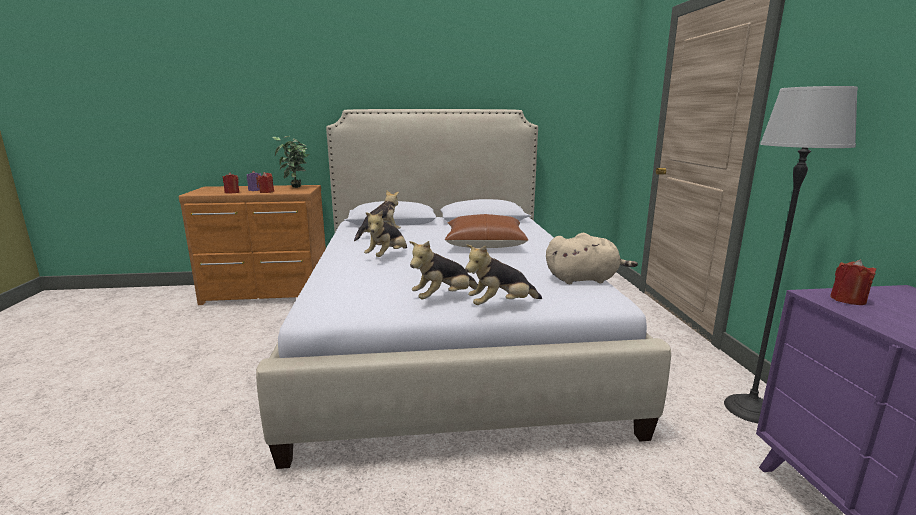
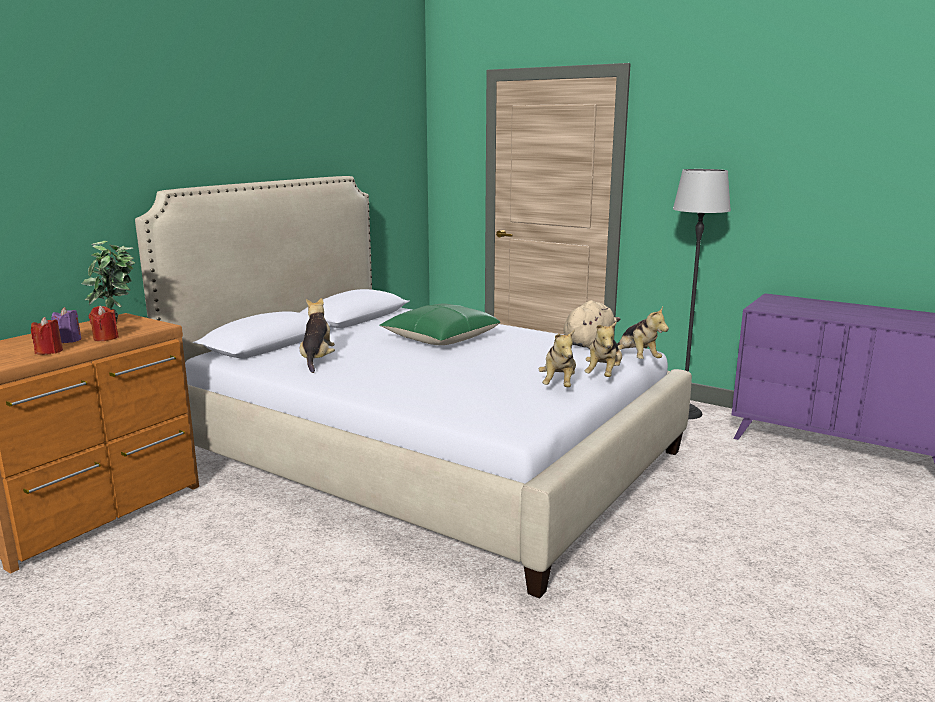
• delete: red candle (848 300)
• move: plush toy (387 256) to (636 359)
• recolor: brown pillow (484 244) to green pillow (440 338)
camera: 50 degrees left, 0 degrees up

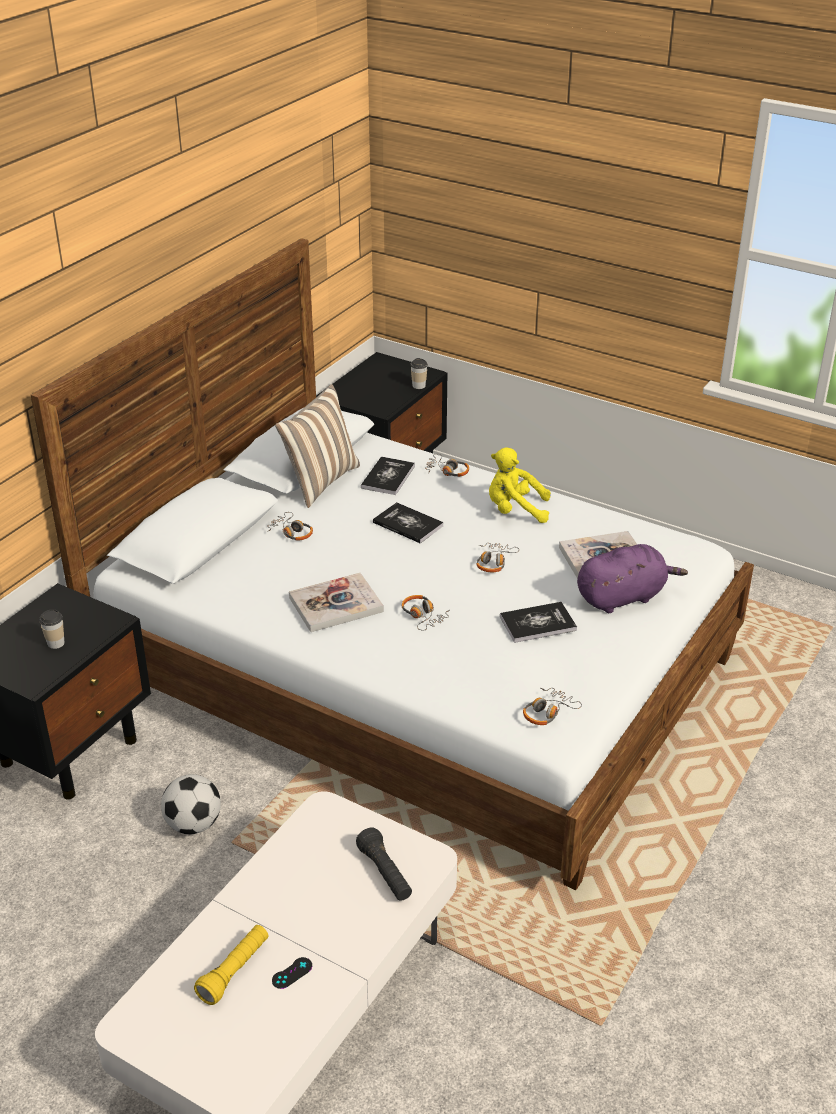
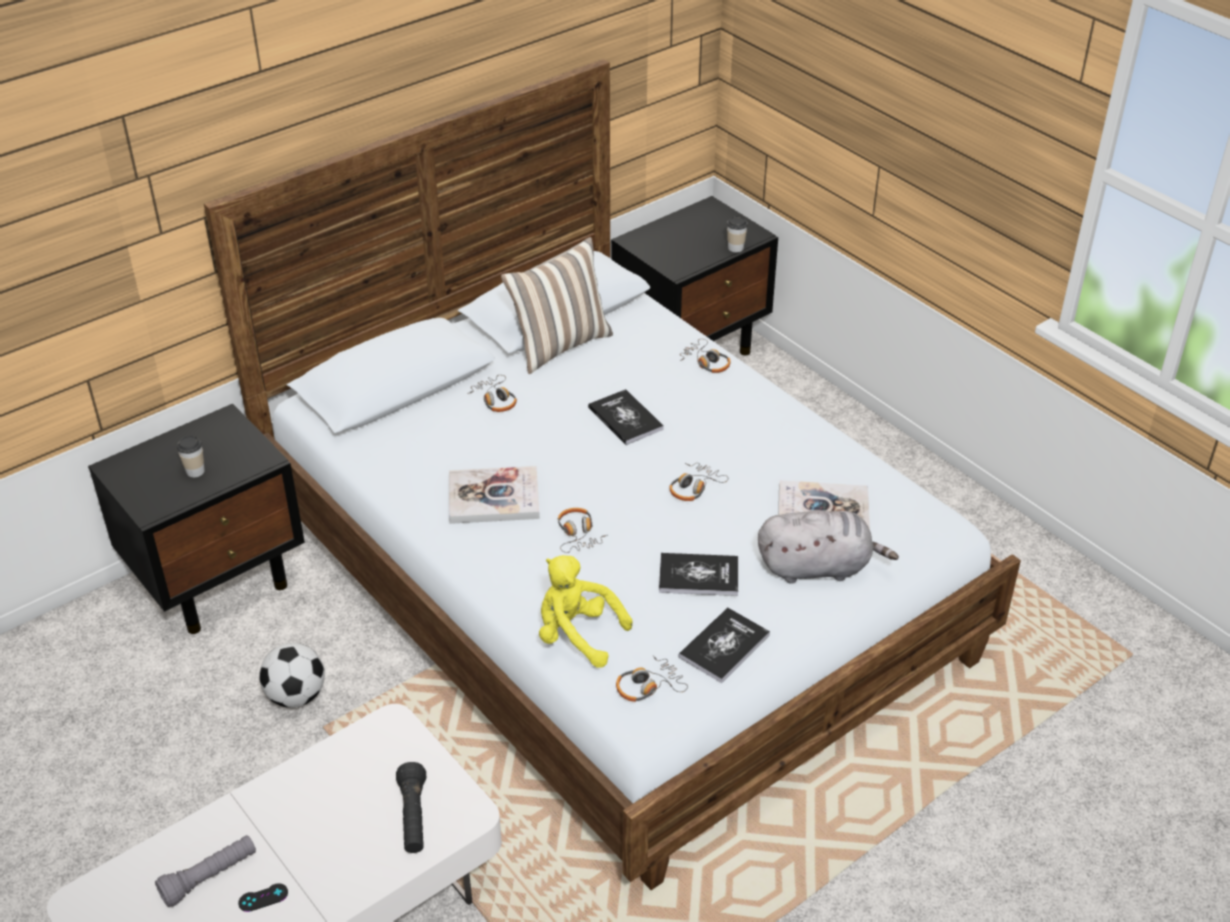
• move: book (388 477) to (724 646)
• move: yellow plush toy (515 510) to (577 635)
• recolor: yellow flashlight (234 971) to grey flashlight (209 877)
• recolor: purple plush toy (623 597) to grey plush toy (818 567)
camera: 20 degrees right, 5 degrees up

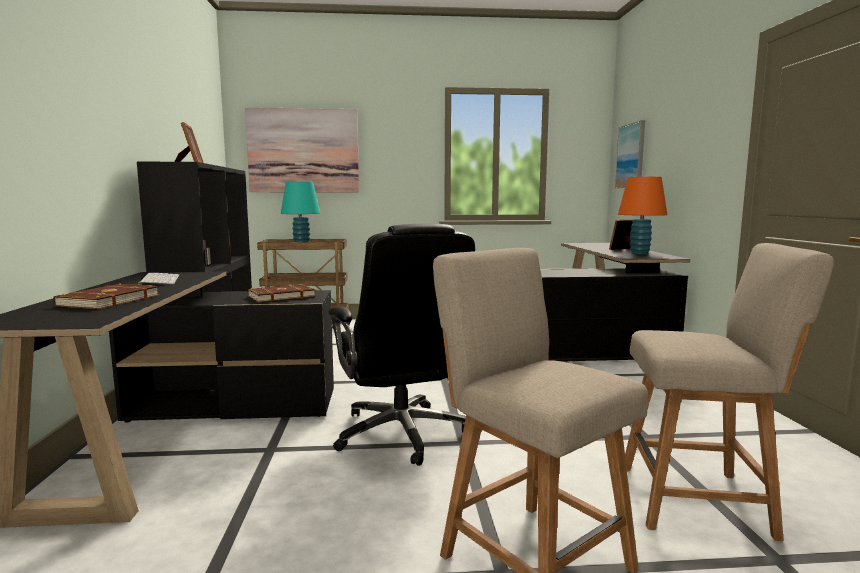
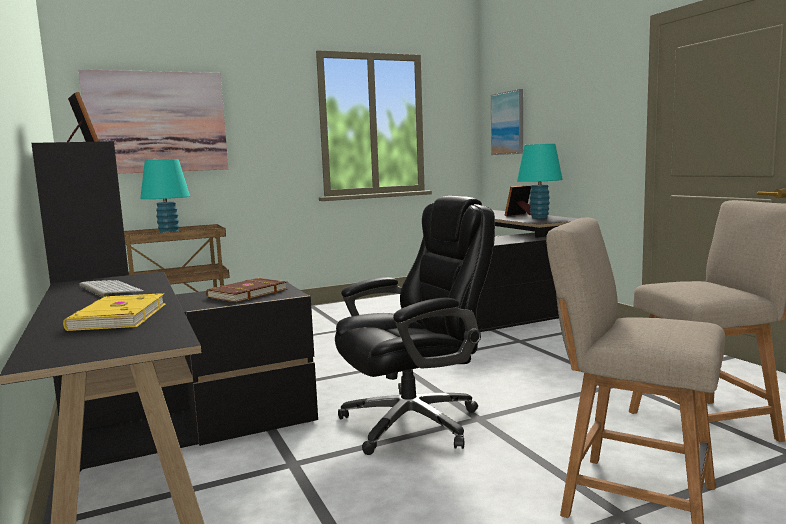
• recolor: brown book (107 300) to yellow book (116 317)
• recolor: orange table lamp (639 253) to turquoise table lamp (539 217)
• rotate: black office chair (402 434) = (414 422) 75 degrees counterclockwise
camera: 20 degrees left, 0 degrees up

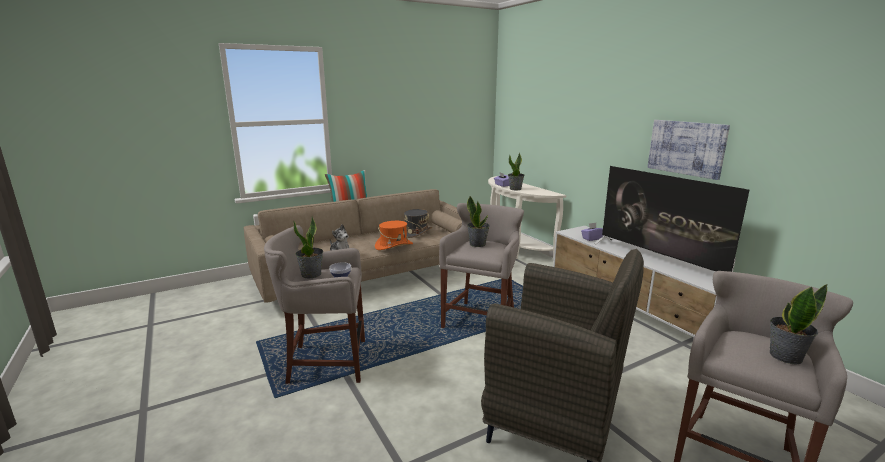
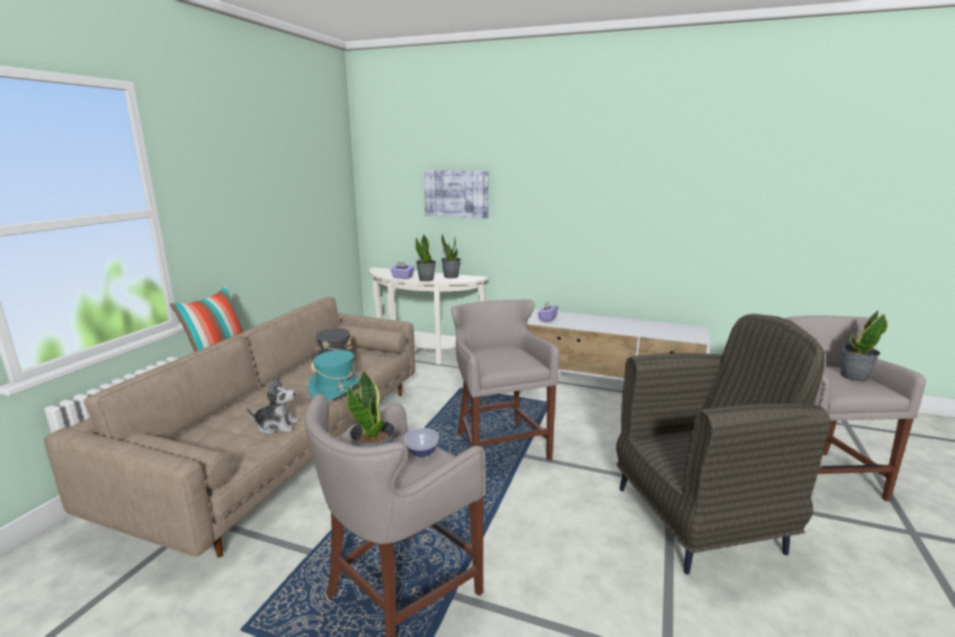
• delete: television (659 260)
• move: potted plant (477 244) to (451 276)
• move: picture (686 148) to (456 193)
• recolor: orange hat (394 246) to turquoise hat (336 389)
camera: 40 degrees left, 0 degrees up

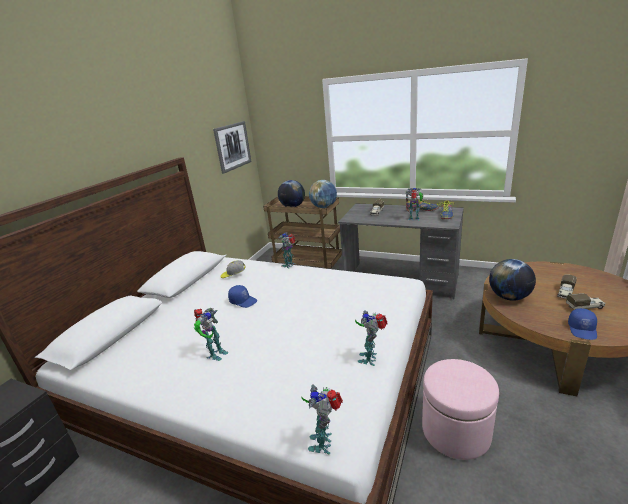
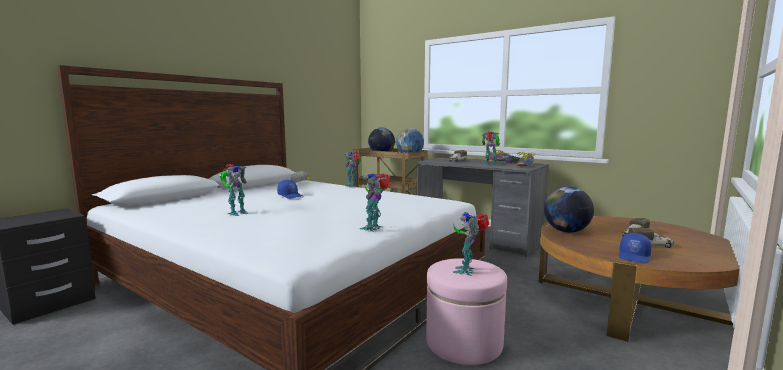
• delete: picture (232 146)
• move: toy robot (324 442) to (467 270)
camera: 10 degrees right, 15 degrees down

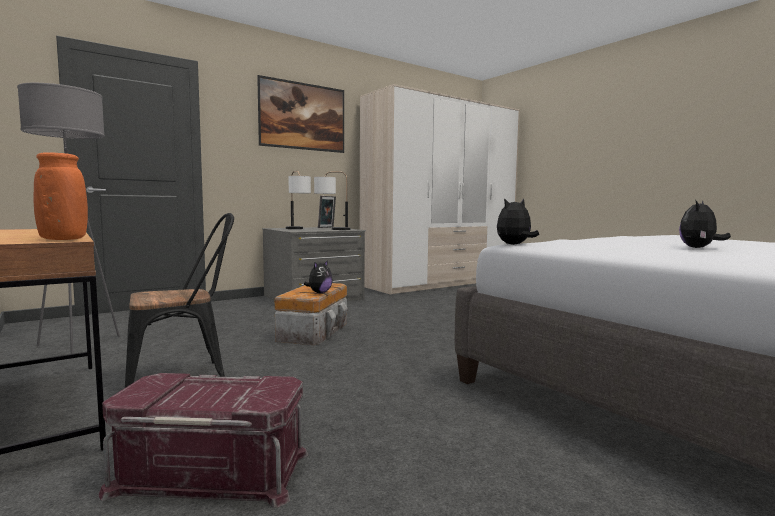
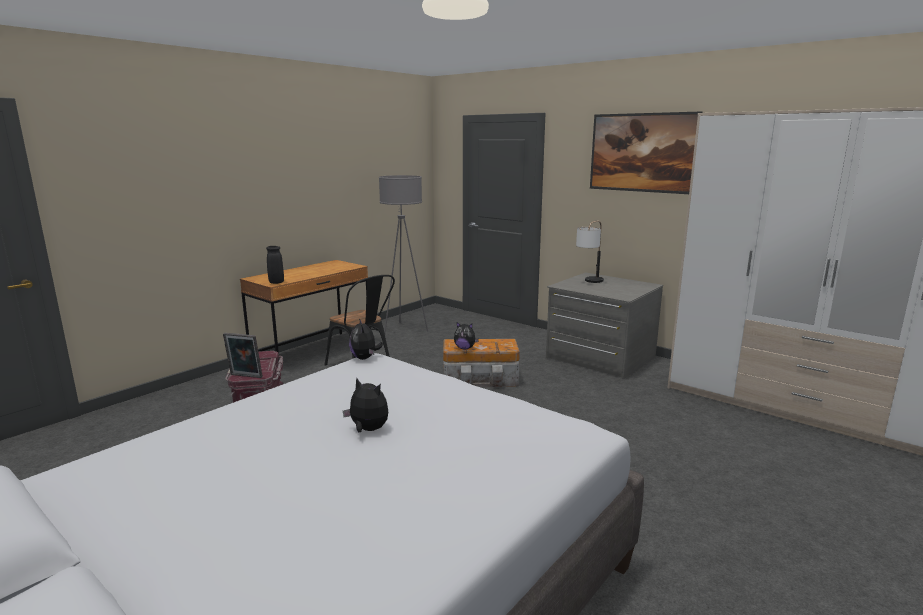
• delete: table lamp (331 229)
• move: picture frame (327 227) to (245 376)
• recolor: orange vase (63 239) to black vase (276 282)
• rotate: plush toy (514 244) = (365 358) 150 degrees counterclockwise
camera: 75 degrees right, 10 degrees up

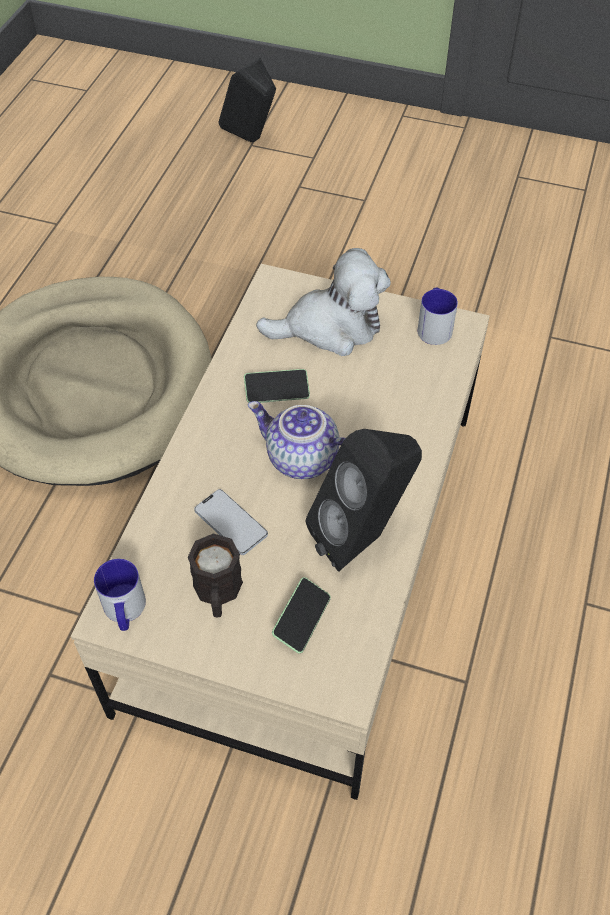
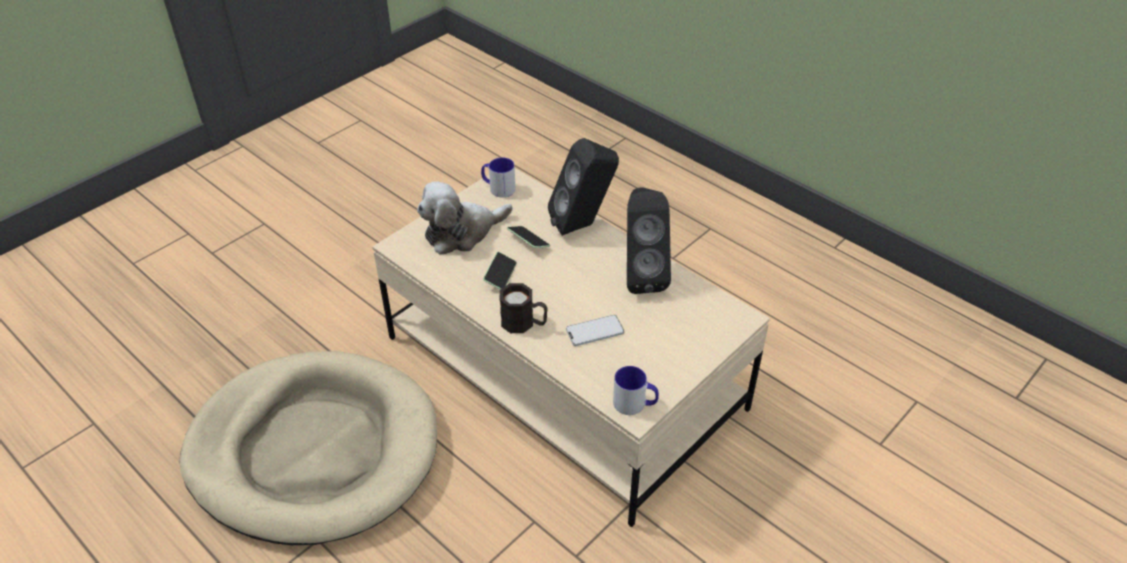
• delete: teapot (301 460)
• move: black mug (218 593) to (524 323)
• move: black speaker (252 140) to (583 225)
• move: phone (301 619) to (528 242)
• rotate: plush toy (330 327) = (462 232) 135 degrees counterclockwise
camera: 65 degrees left, 10 degrees down

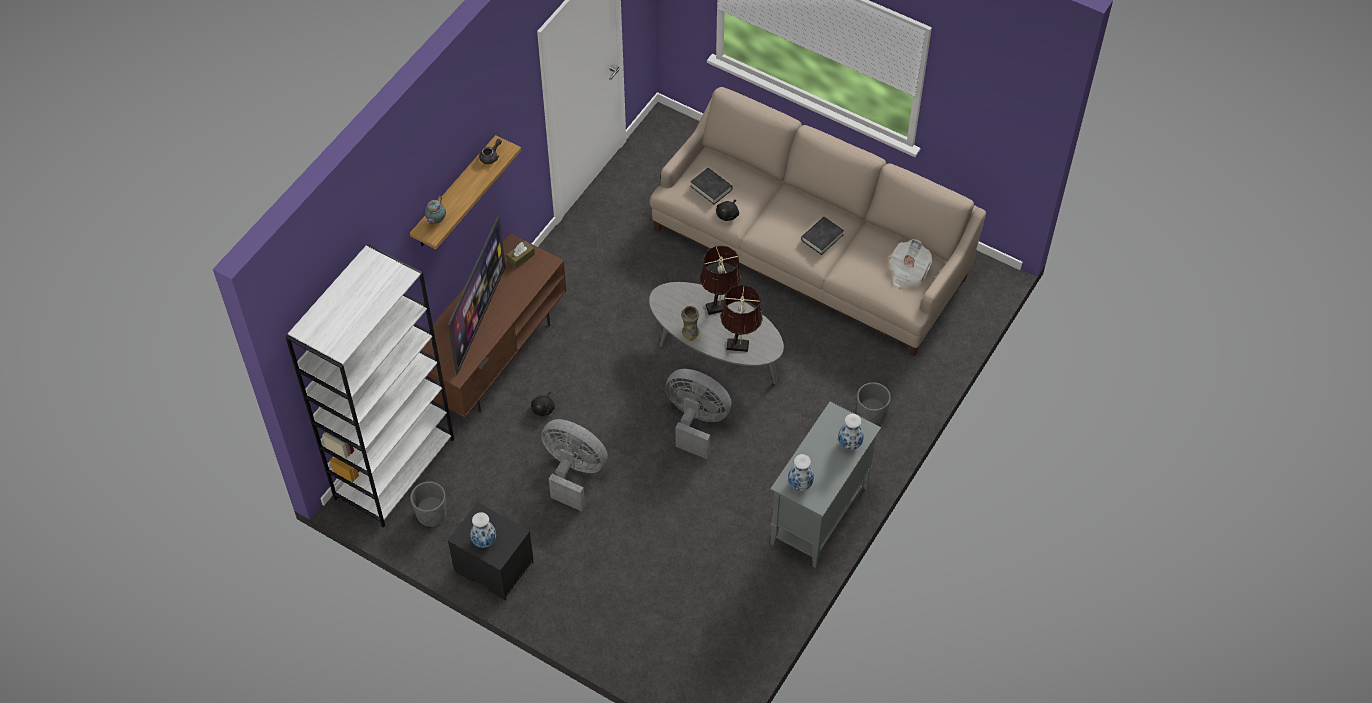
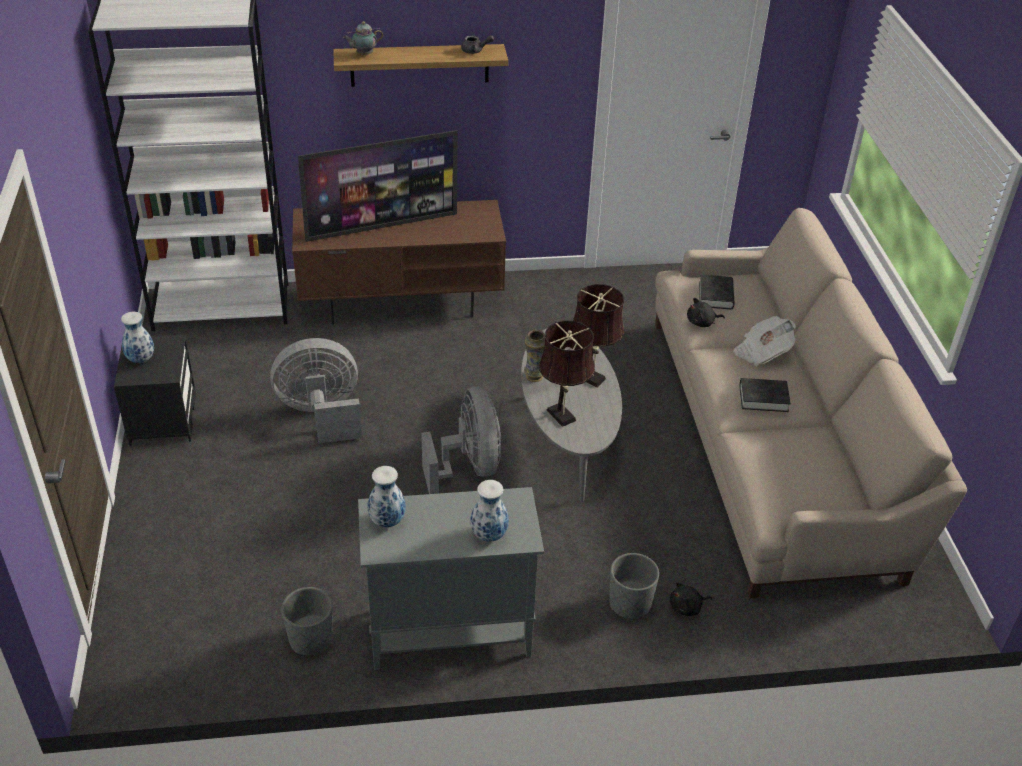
• delete: brown tissue box (521 257)
• move: grey planter (431 514) to (311 639)
• move: black plush toy (543 408) to (687 607)
• move: newspaper (908 271) to (762 352)
• rotate: grey fan (573 473) = (321 415) 90 degrees counterclockwise
camera: 50 degrees right, 15 degrees down

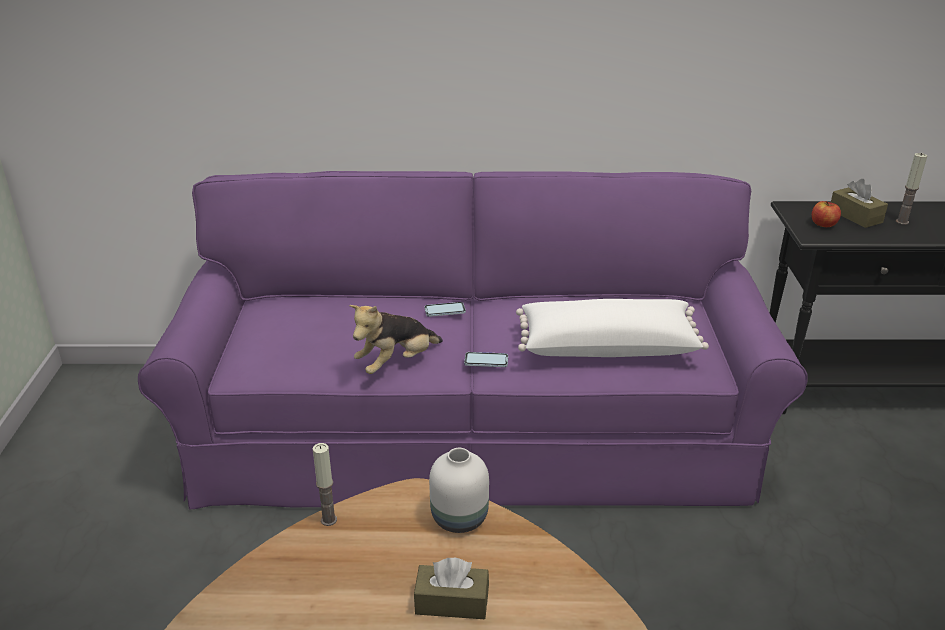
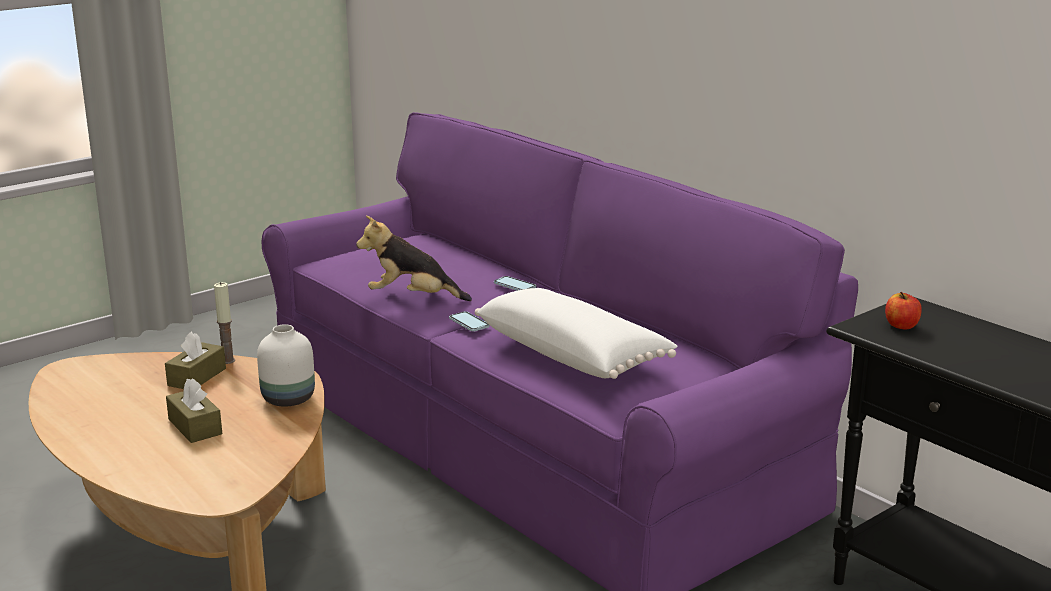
• delete: candle (902 221)
• move: brown tissue box (855 216) to (197 377)
camera: 50 degrees right, 10 degrees down

